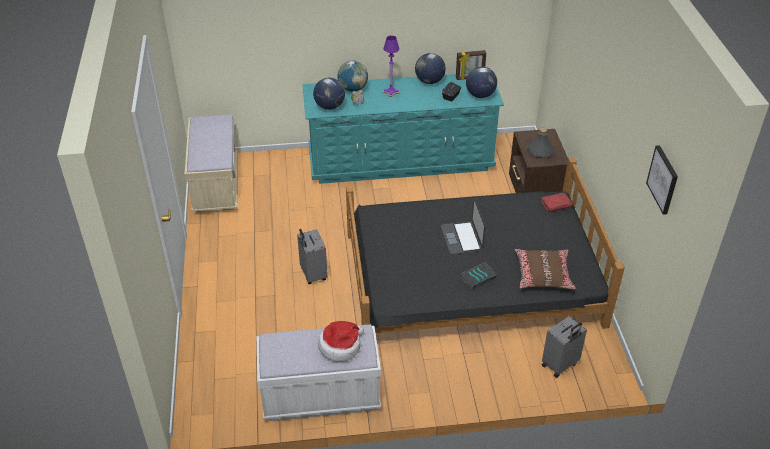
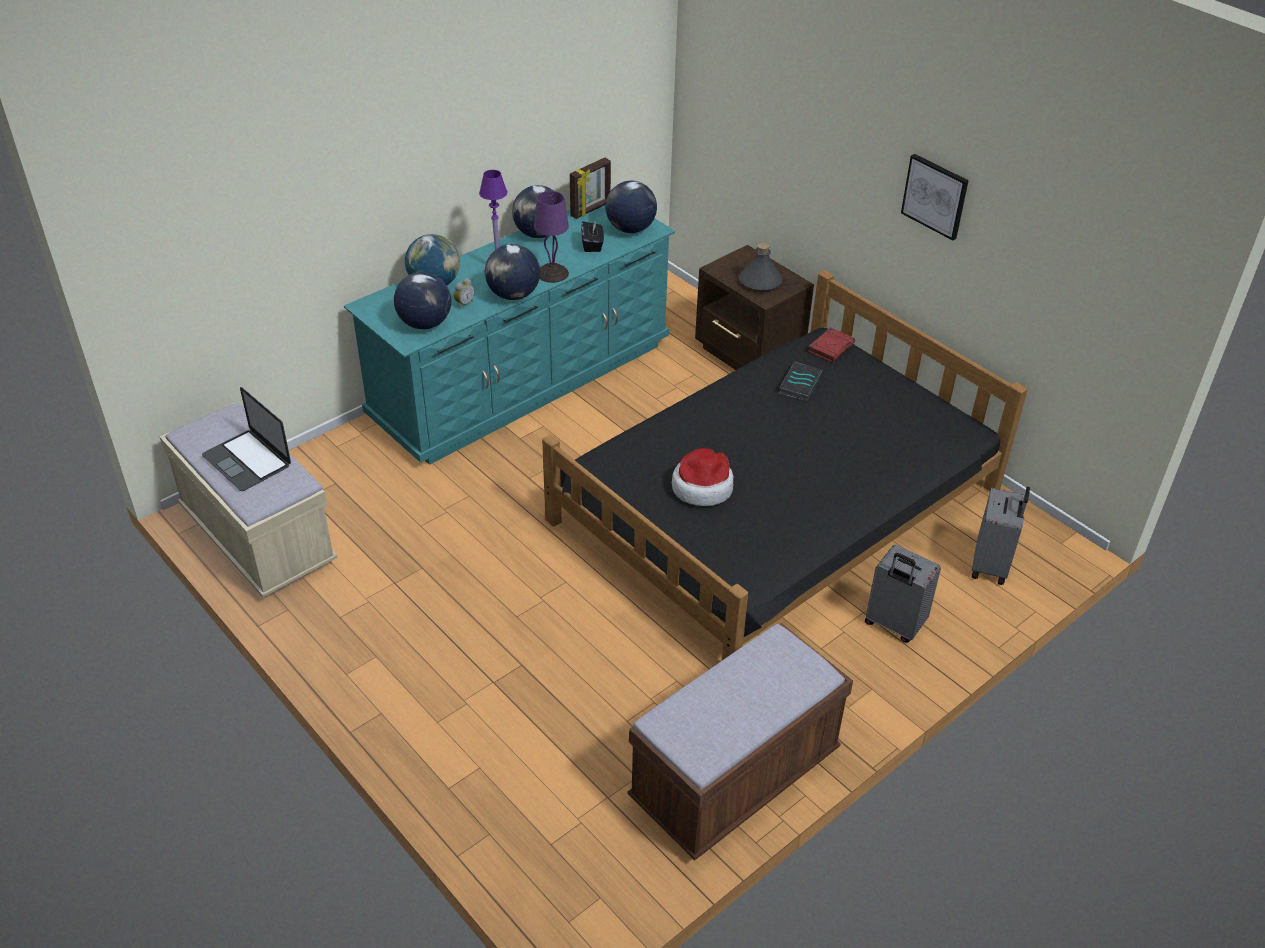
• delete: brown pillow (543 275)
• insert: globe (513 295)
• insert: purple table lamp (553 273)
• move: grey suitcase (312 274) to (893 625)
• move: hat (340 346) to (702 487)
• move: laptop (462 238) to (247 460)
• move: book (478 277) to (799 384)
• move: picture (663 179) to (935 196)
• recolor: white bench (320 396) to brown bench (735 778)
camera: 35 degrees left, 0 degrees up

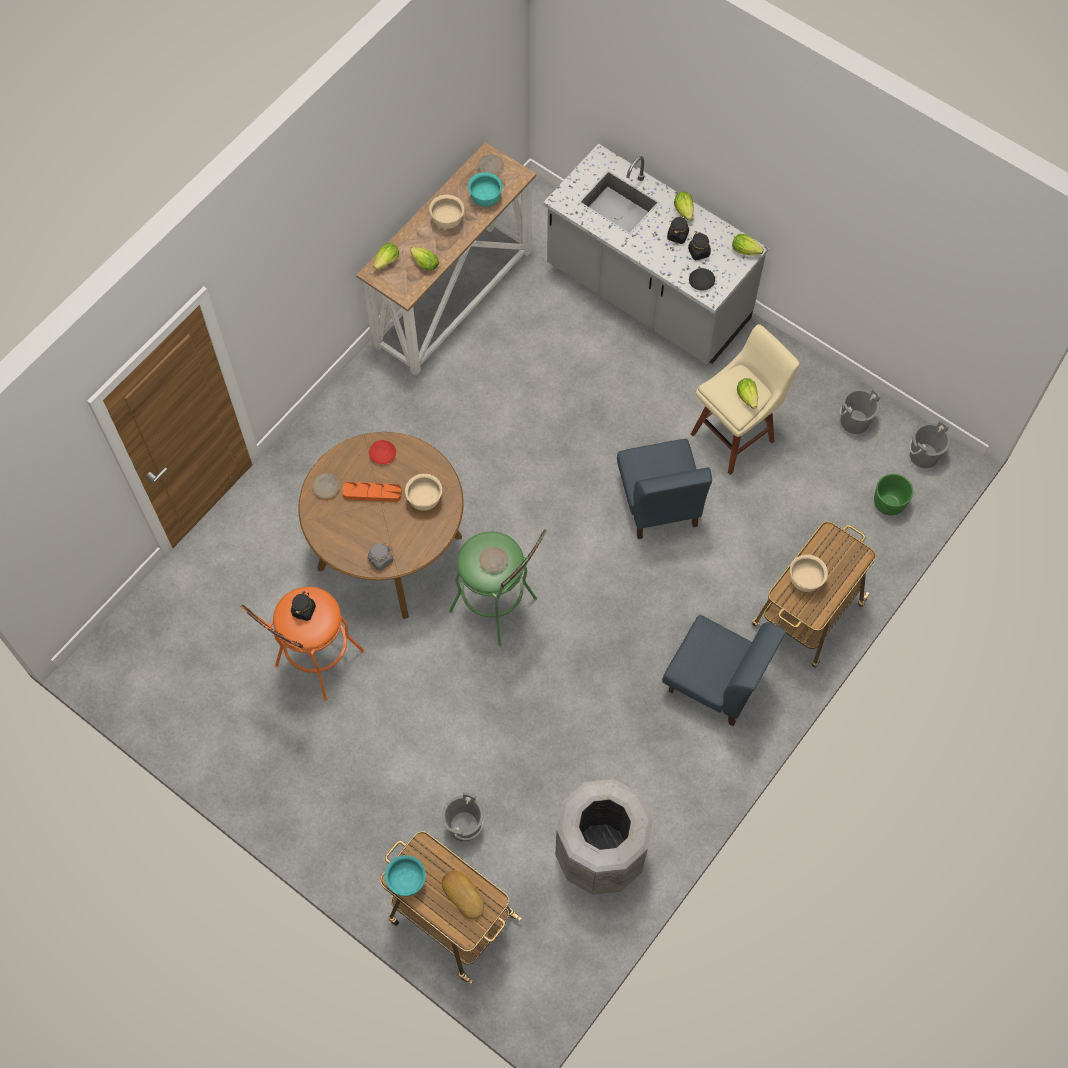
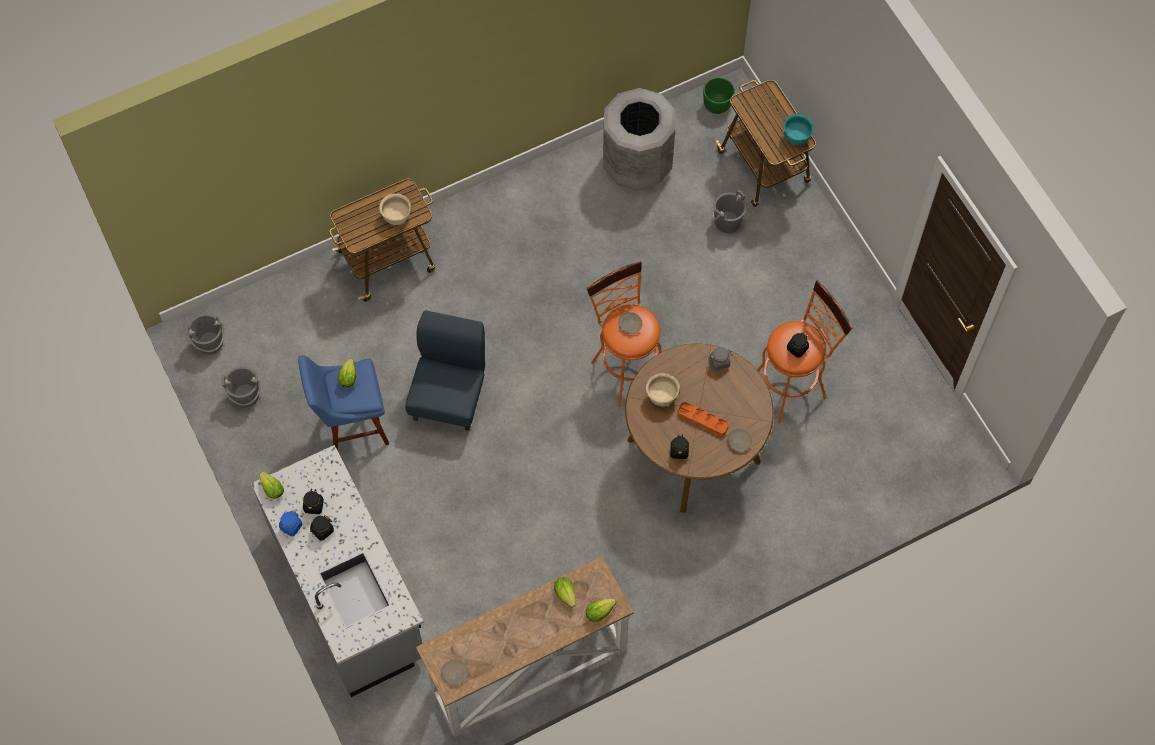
• delete: beige bowl (447 221)
• delete: bread (464 894)
• delete: turquoise bowl (485 199)
• delete: blue chair (715 682)
• delete: lettuce (684 212)
• delete: black plate (702 281)
• insert: blue jar (291 526)
• move: green planter (888 504) to (716 105)
• replace: red plate (382 453) to black jar (679 451)
• recolor: green stool (499 608) to orange stool (625 366)
• recolor: beige stool (735 435) to blue stool (351 426)
camera: 155 degrees left, 0 degrees up

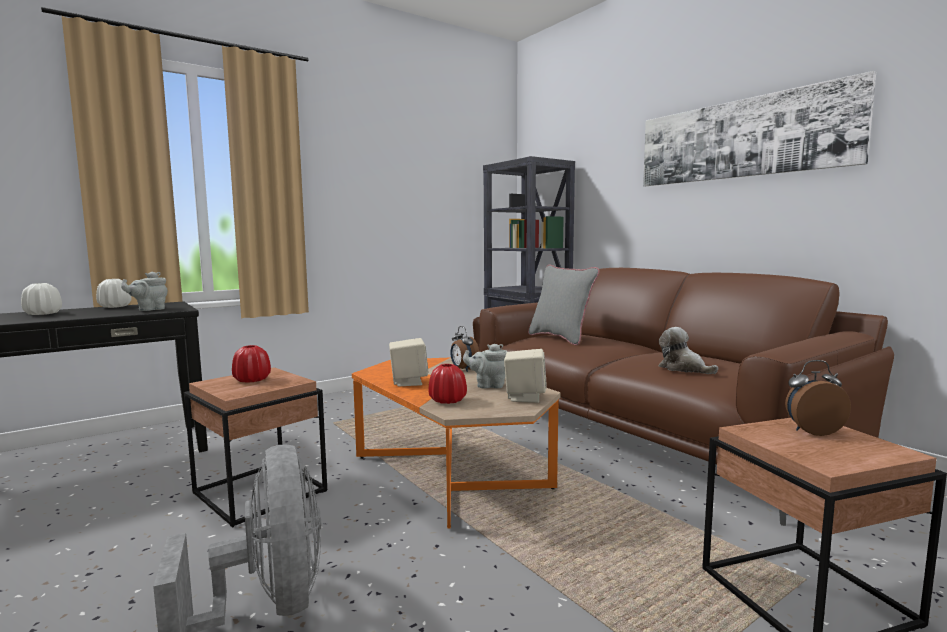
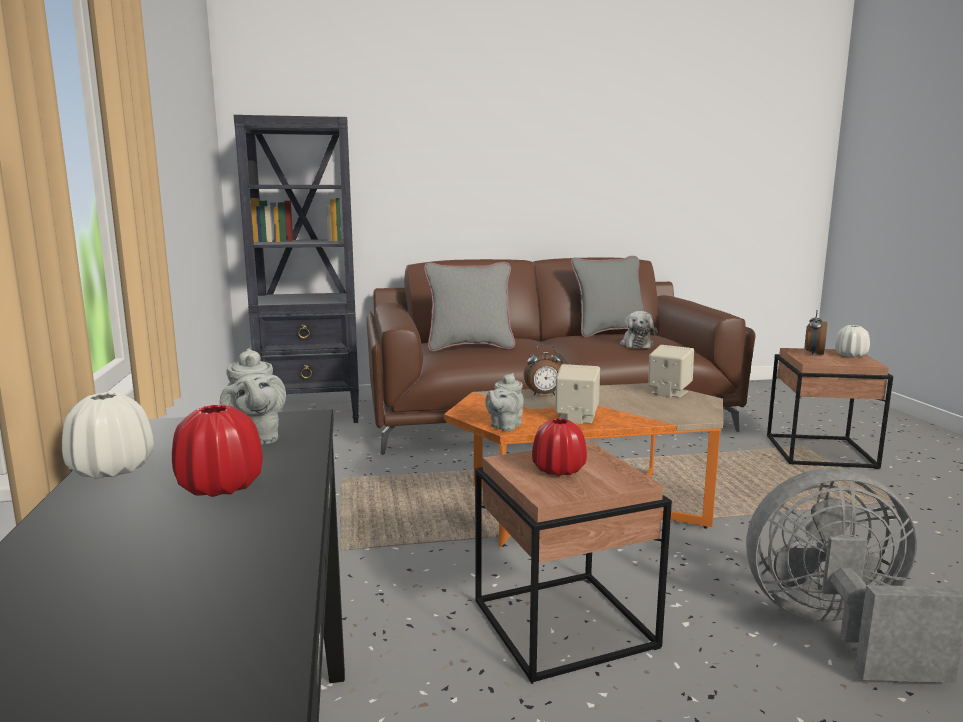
• delete: picture (741 139)
• insert: grey pillow (609 332)
• move: white vase (43 314) to (850 355)
• move: red vase (447 401) to (220 487)
• move: grey teapot (488 385) to (504 426)
• rotate: plush toy (683 369) = (636 344) 75 degrees counterclockwise
camera: 65 degrees left, 5 degrees up

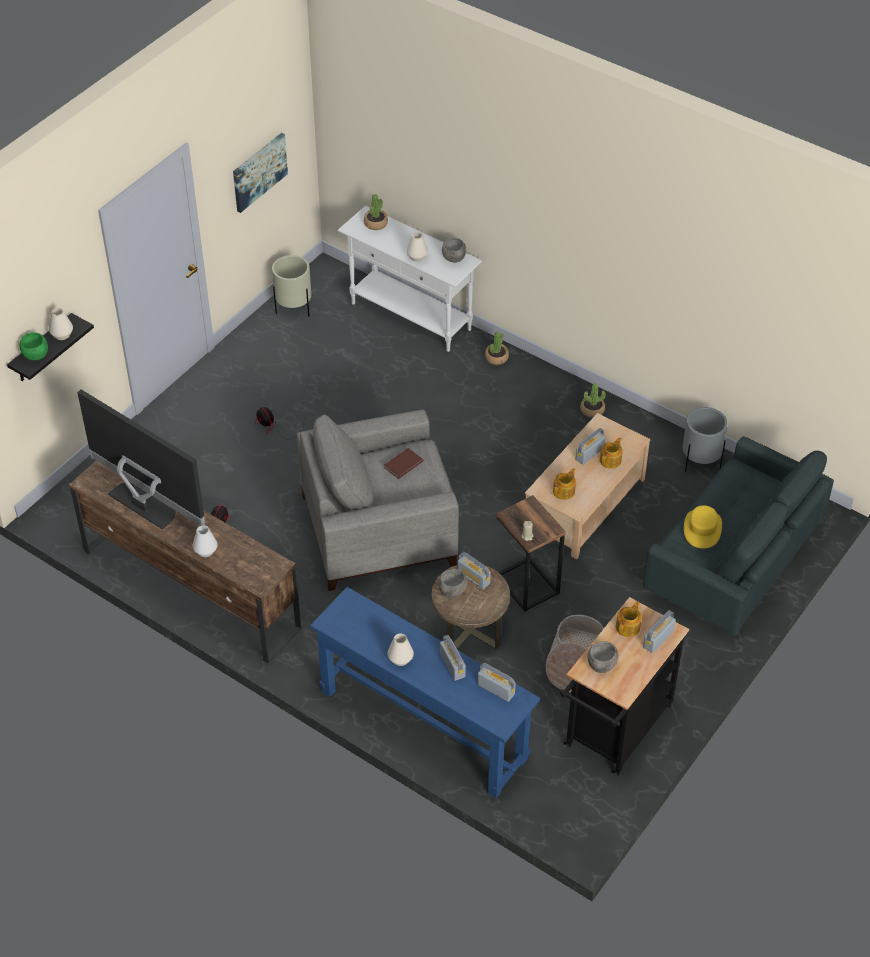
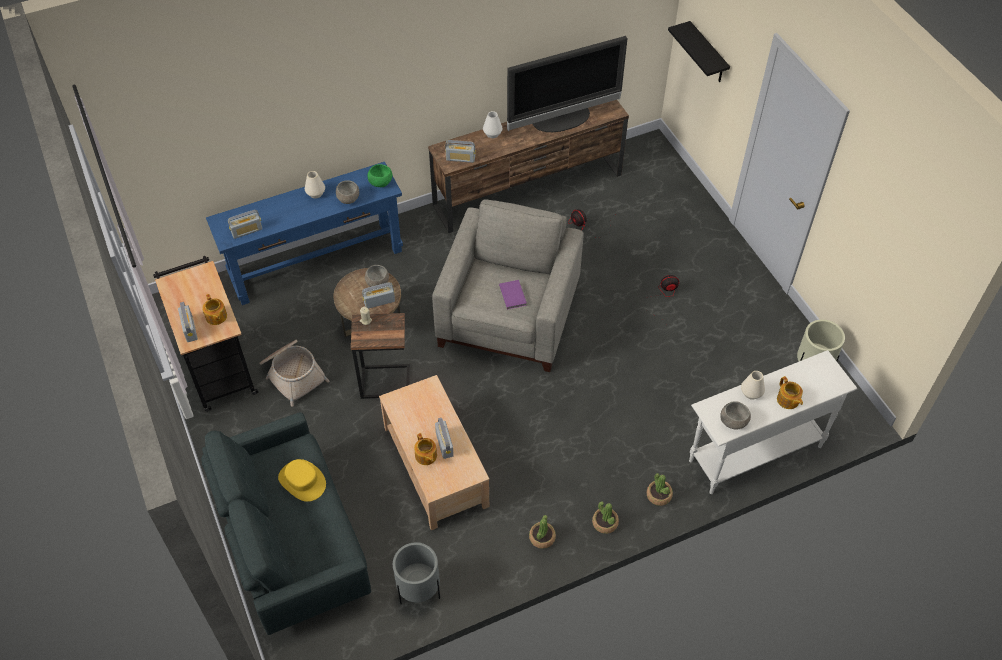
• delete: white vase (62 335)
• delete: picture (259 171)
• move: green bowl (36 355) to (380 183)
• move: potted plant (376 223) to (605 523)
• move: radio (452 665) to (460 158)
• move: teapot (564 491) to (788 400)
• move: grey bowl (601 665) to (348 199)
• recolor: brown book (402 464) to purple book (513 295)
camera: 120 degrees right, 5 degrees up

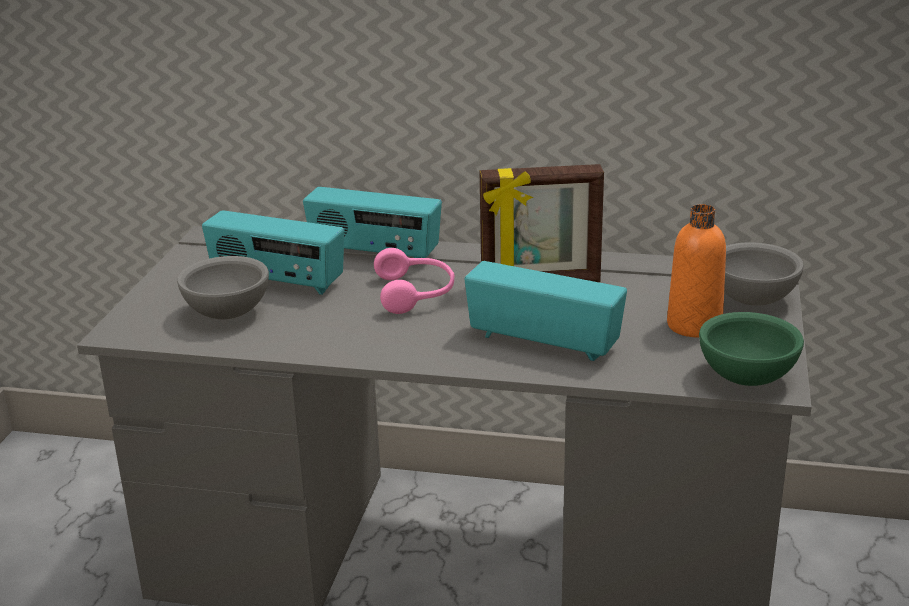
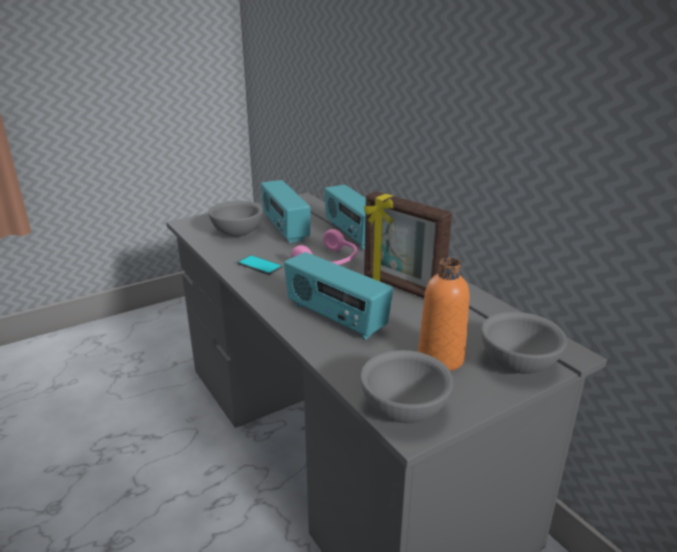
• insert: phone (259 265)
• recolor: green bowl (746 378) to grey bowl (402 411)
• rotate: radio (544 342) = (335 319) 150 degrees clockwise
camera: 45 degrees right, 0 degrees up

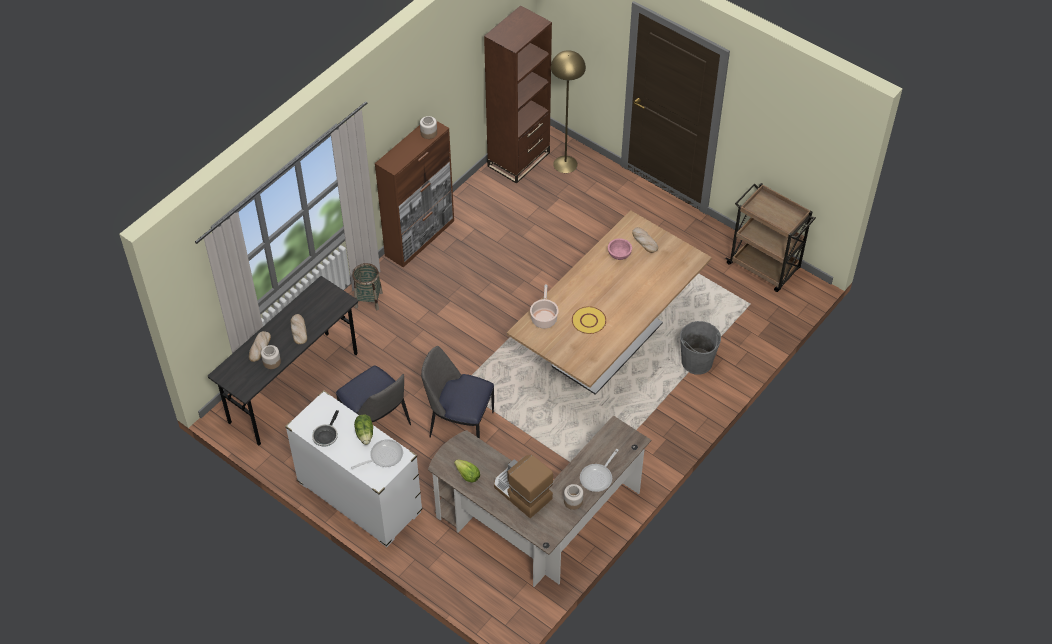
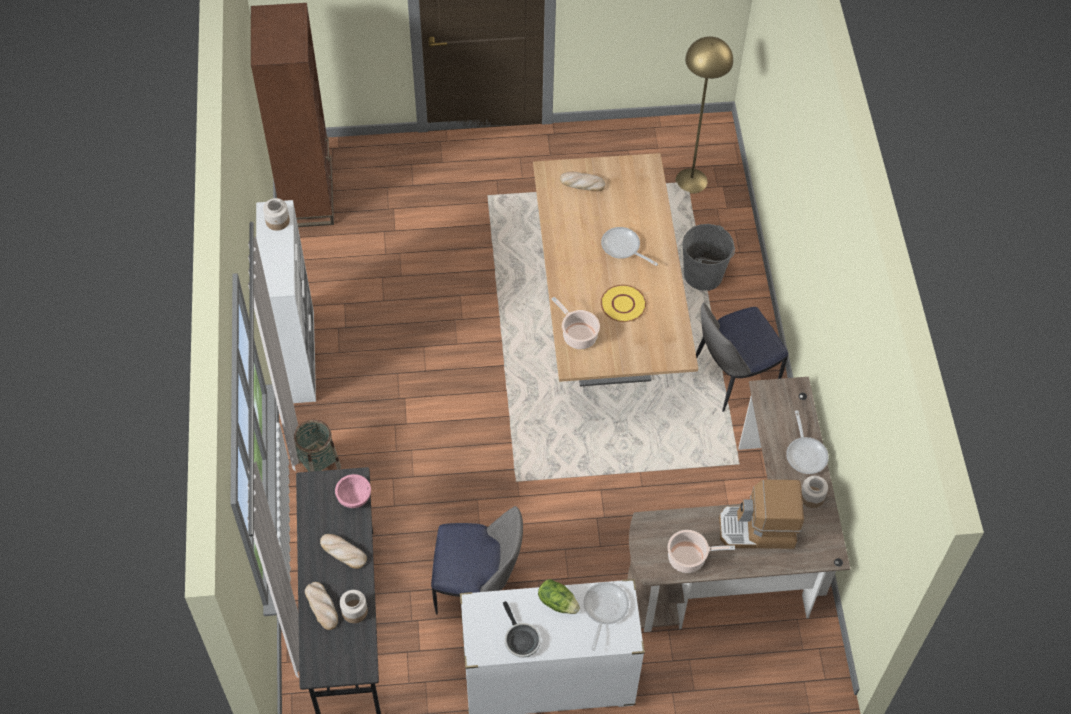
• delete: brown cart (764 267)
• insert: frying pan (623 248)
• move: chair (459 423) to (732 377)
• move: yellow floor lamp (565 164) to (691 180)
• move: pink bowl (619 254) to (354 497)
• replace: lettuce (467 475) to cooking pot (689 558)
• recolor: brown cabinet (420 238) to white cabinet (298 356)
camera: 45 degrees left, 5 degrees up

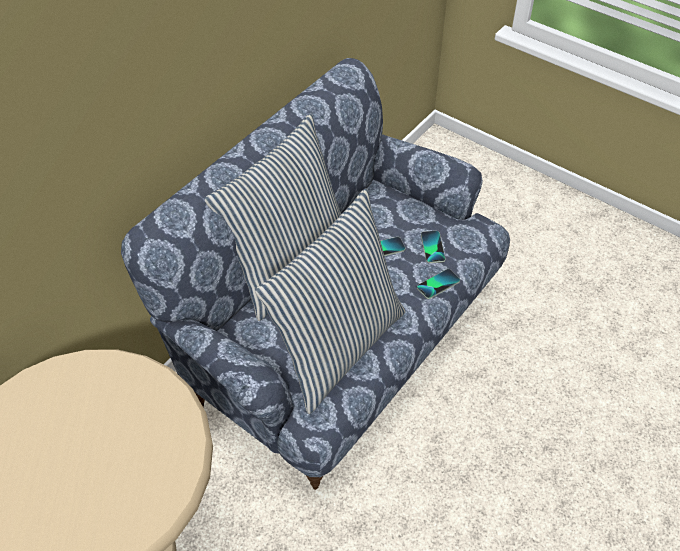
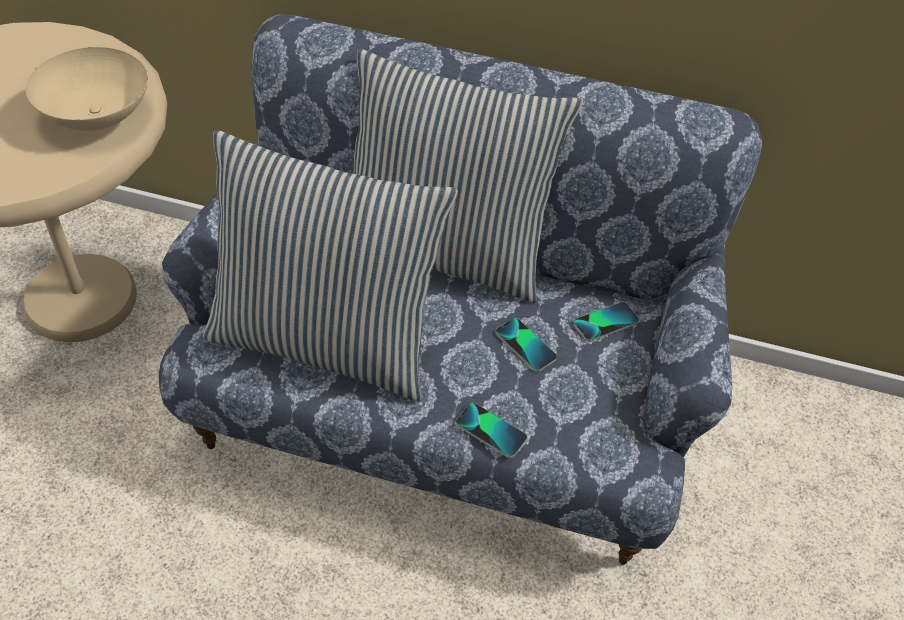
• insert: beige bowl (98 117)
• move: phone (432 247) to (605 322)
camera: 65 degrees right, 0 degrees up

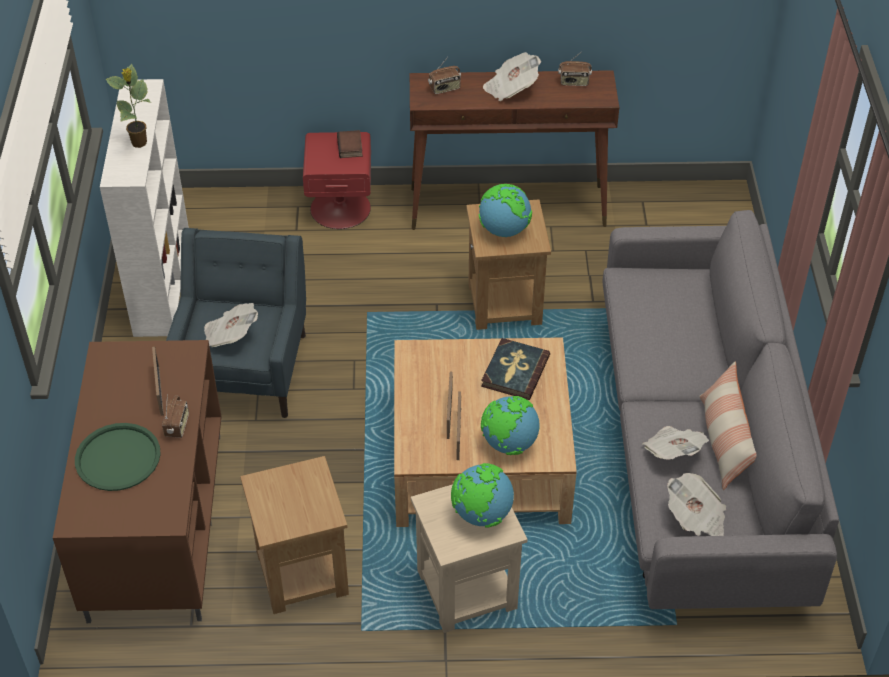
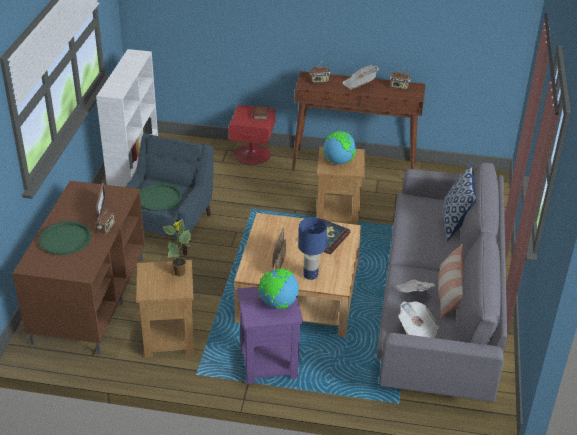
• insert: pillow (455 224)
• move: potted plant (139 143) to (180 273)
• replace: newspaper (230 336) to green tray (159 198)
• replace: globe (509 444) to blue table lamp (310 275)
• recolor: beige side table (465 590) to purple side table (268 363)
camera: 10 degrees right, 10 degrees down

